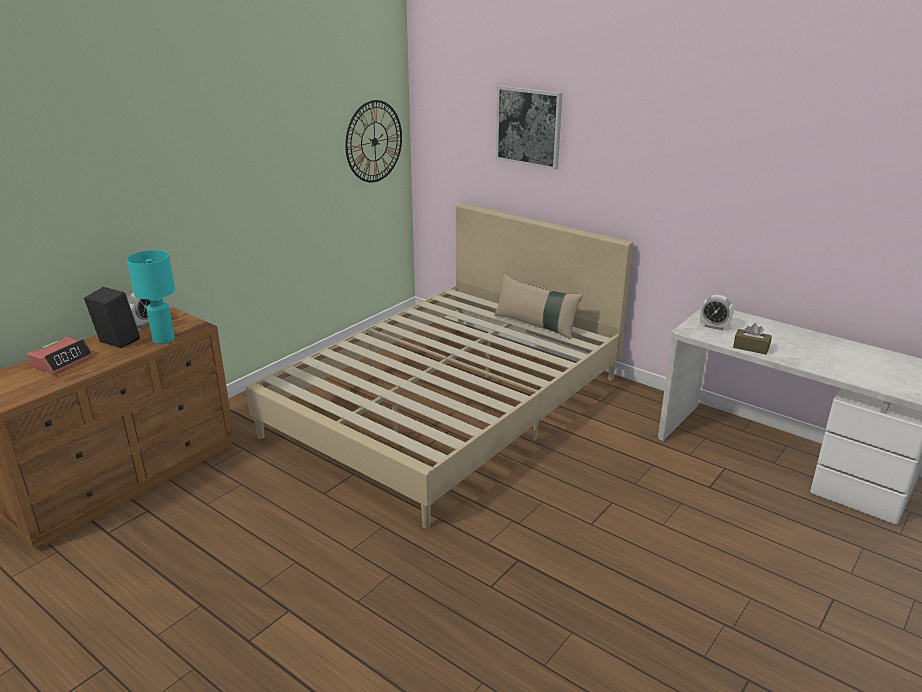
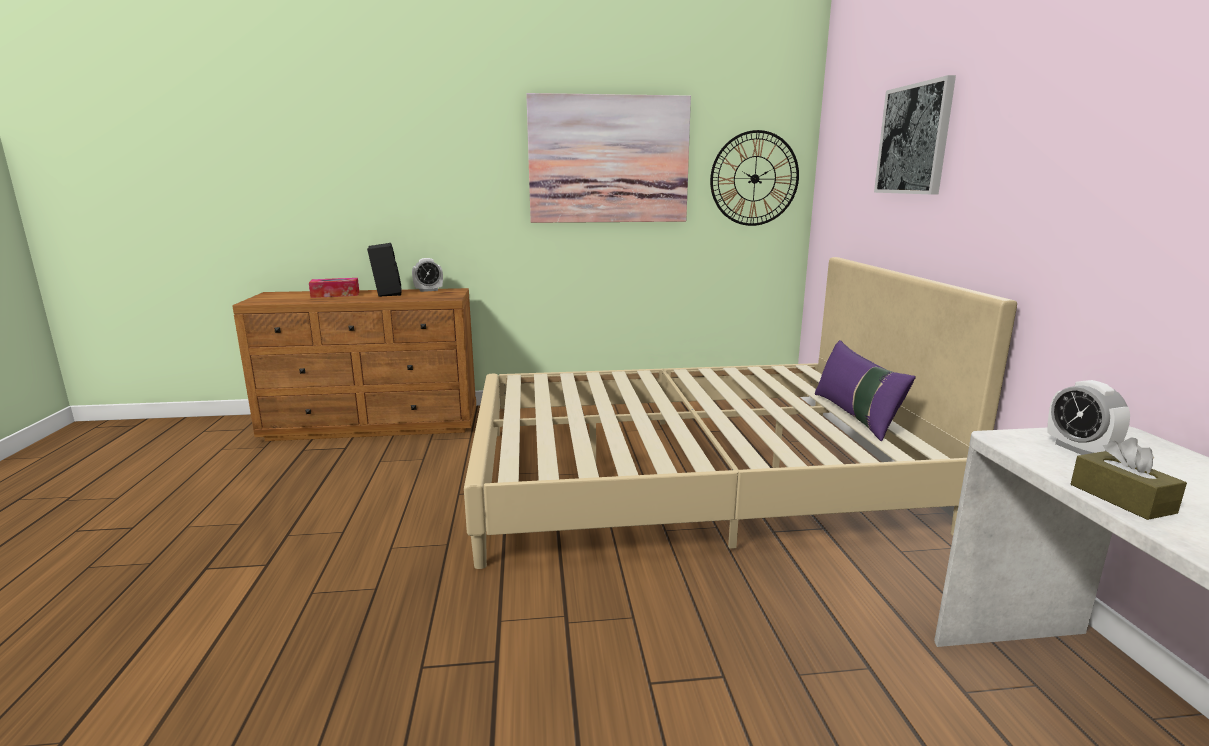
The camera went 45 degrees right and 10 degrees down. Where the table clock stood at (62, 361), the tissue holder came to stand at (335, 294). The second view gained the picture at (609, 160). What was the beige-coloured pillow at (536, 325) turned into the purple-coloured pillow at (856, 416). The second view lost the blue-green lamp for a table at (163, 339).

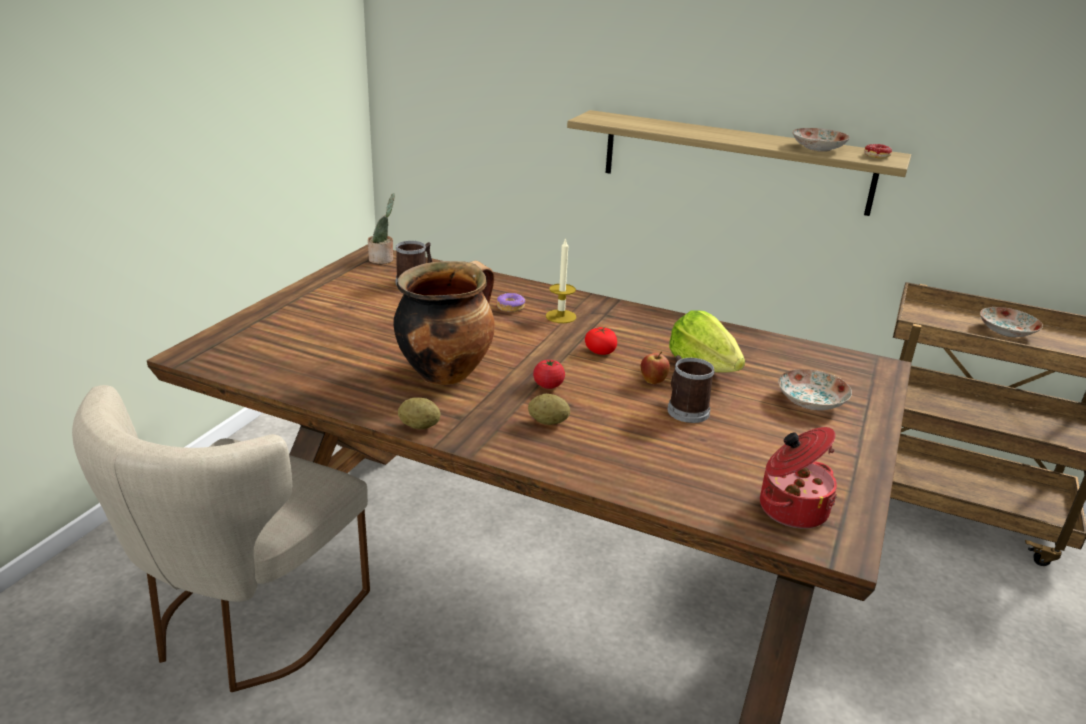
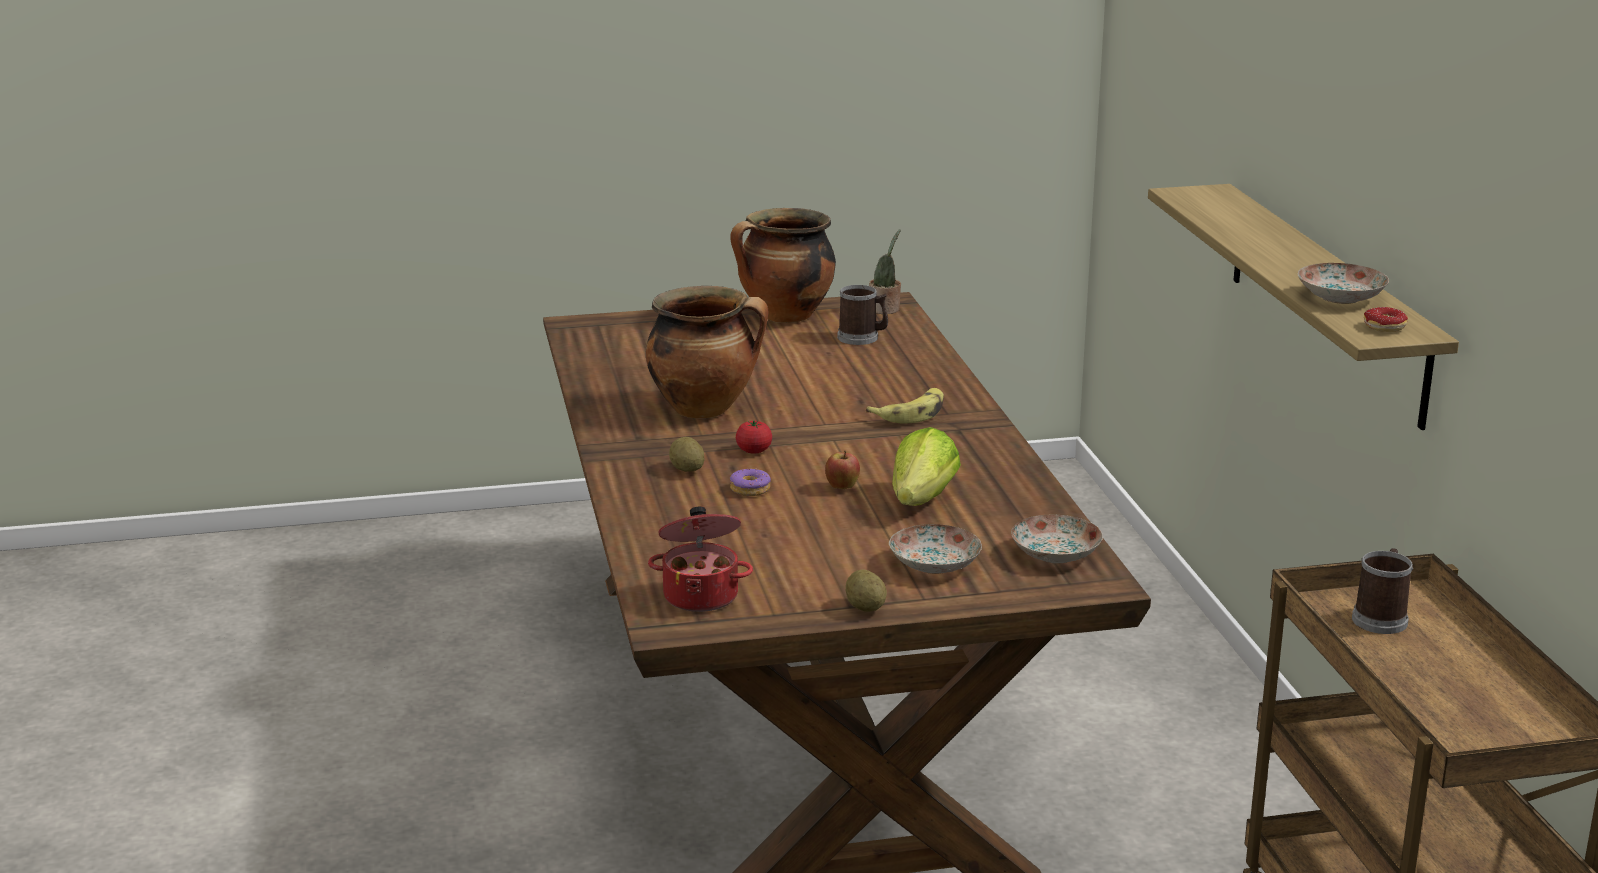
The camera went 55 degrees right and 5 degrees down. The second view gained the stockpot at (785, 317). The ring doughnut ended up elsewhere, having gone from (510, 307) to (750, 489). The spud ended up elsewhere, having gone from (419, 426) to (865, 607). Where the wax candle stood at (561, 316), the banana came to stand at (911, 413). The plate ended up elsewhere, having gone from (1005, 331) to (1055, 554). The mug ended up elsewhere, having gone from (685, 409) to (1381, 618). The second view lost the beige-coloured plain chair at (247, 625). The second view lost the fresh tomato at (600, 351).

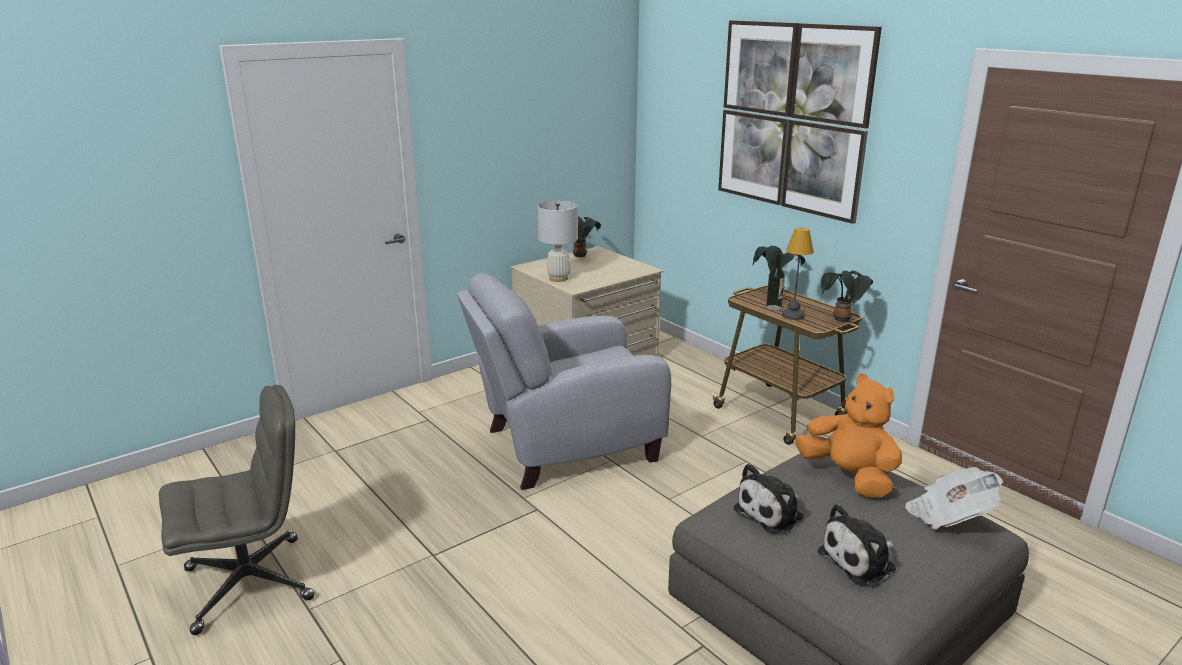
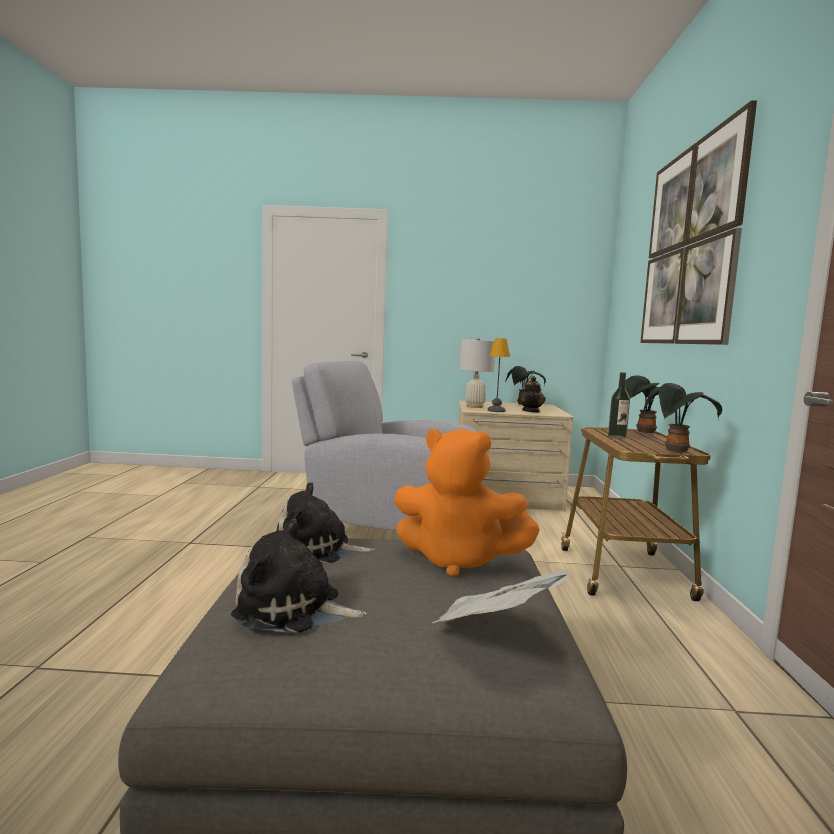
The camera went 40 degrees right and 15 degrees down. The orange cuddly toy at (848, 477) ended up facing another way, 105 degrees clockwise from before. The lamp for a table ended up elsewhere, having gone from (792, 315) to (496, 410). The second view gained the tea pot at (531, 411). The second view lost the grey desk chair at (251, 583).

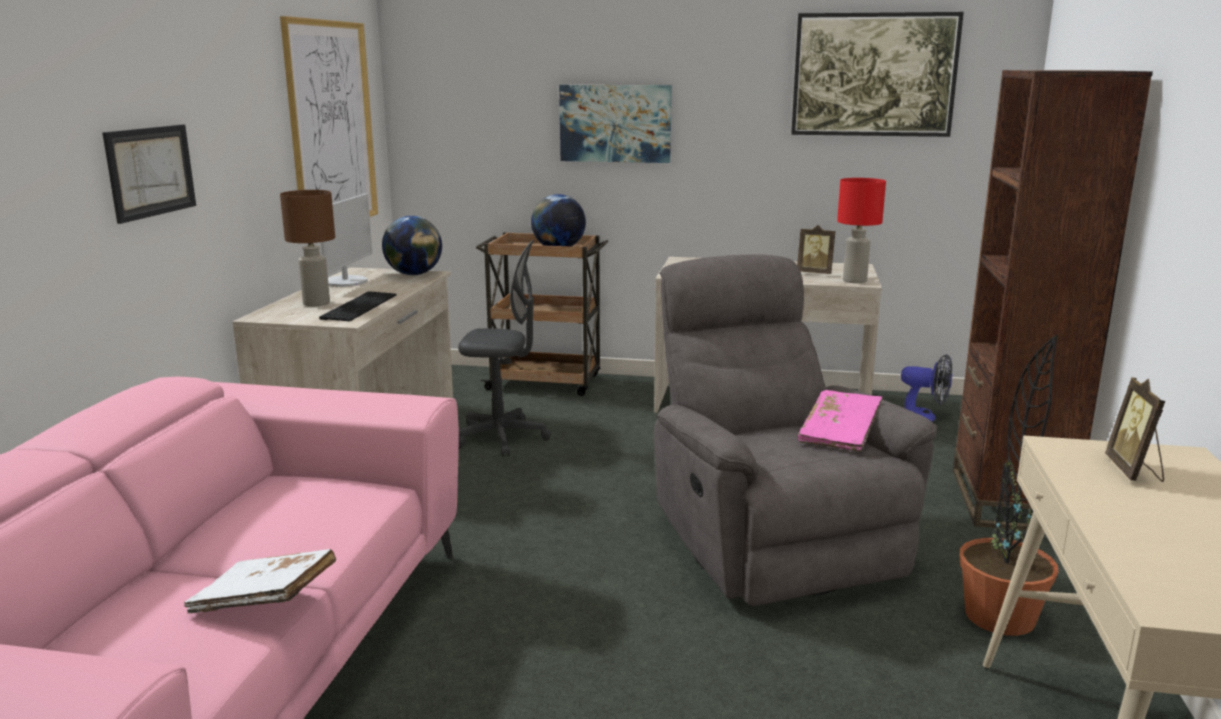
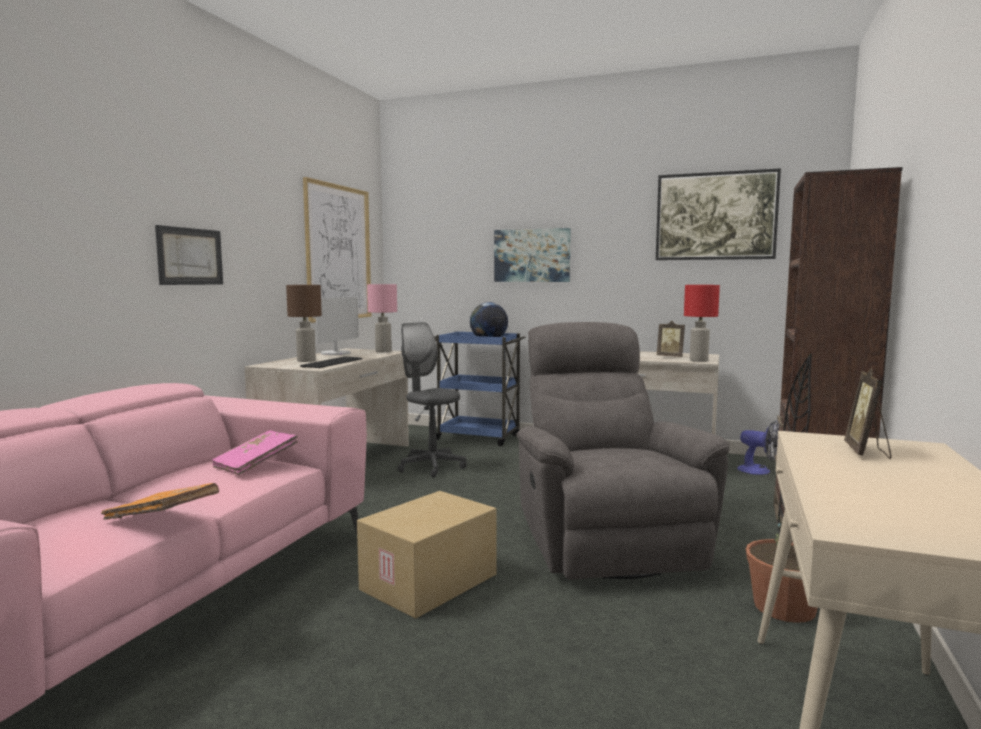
The camera went 10 degrees right and 10 degrees down. What was the white-coloured book at (265, 601) turned into the orange book at (162, 518). The pinkish book ended up elsewhere, having gone from (840, 435) to (256, 464). The second view gained the packing box at (430, 583). Where the globe stood at (414, 274), the pinkish lamp for a table came to stand at (383, 351). The grey desk chair at (501, 438) ended up facing another way, 150 degrees counterclockwise from before. What was the brownish cart at (546, 382) turned into the blue-coloured cart at (479, 437).

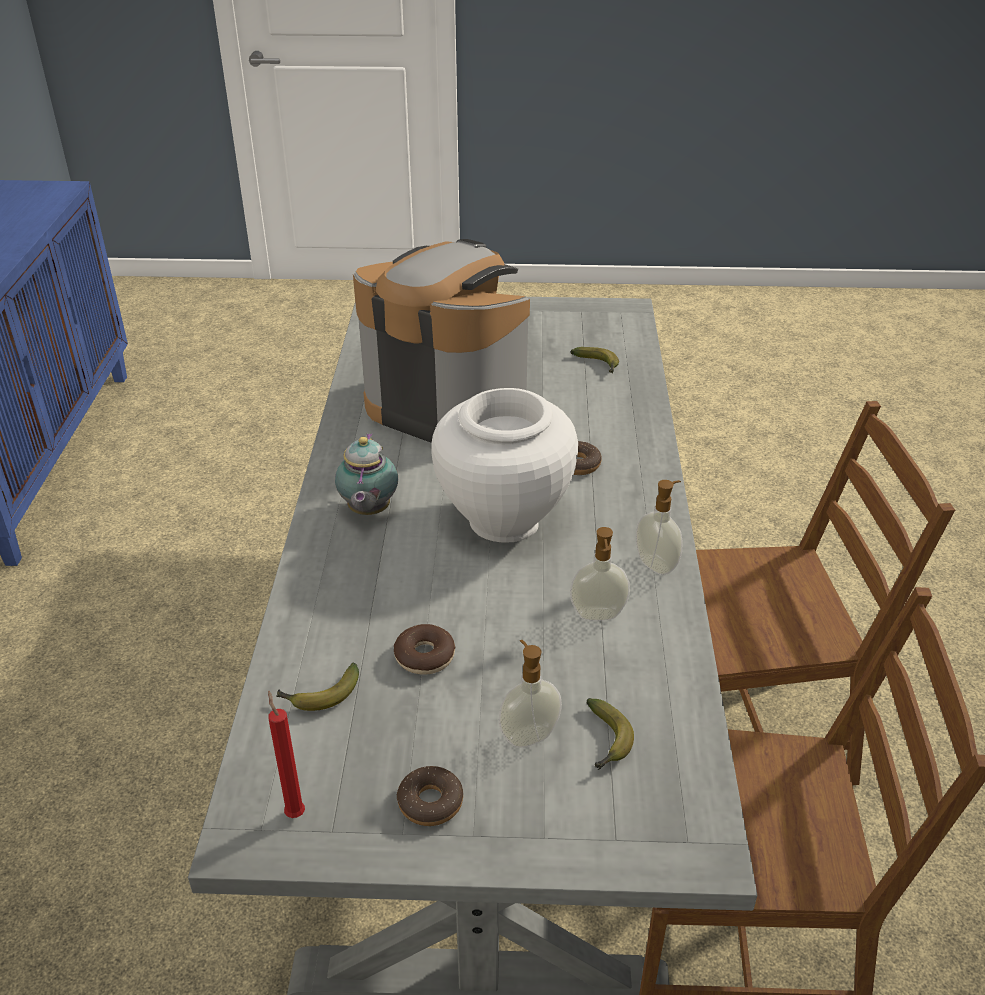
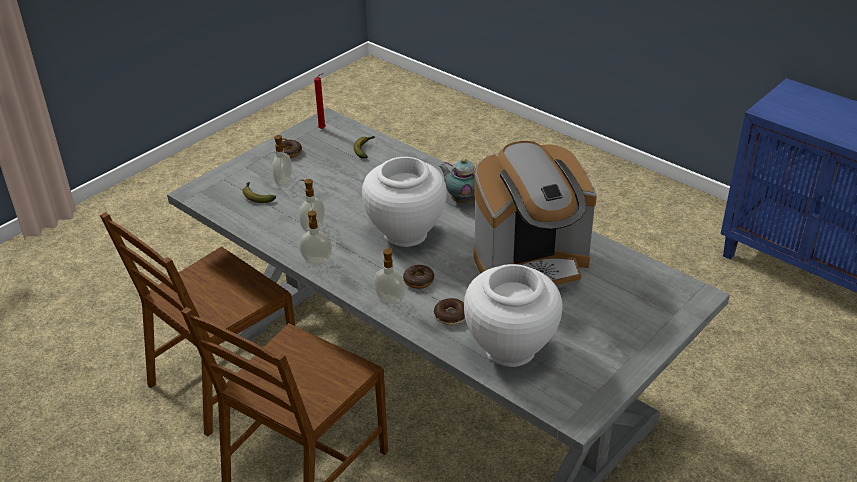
The camera went 130 degrees right and 0 degrees up. The second view gained the soap dispenser at (390, 299). The ring doughnut ended up elsewhere, having gone from (424, 656) to (451, 316). Where the banana stood at (598, 365), the white-coloured decorative vase came to stand at (510, 350).

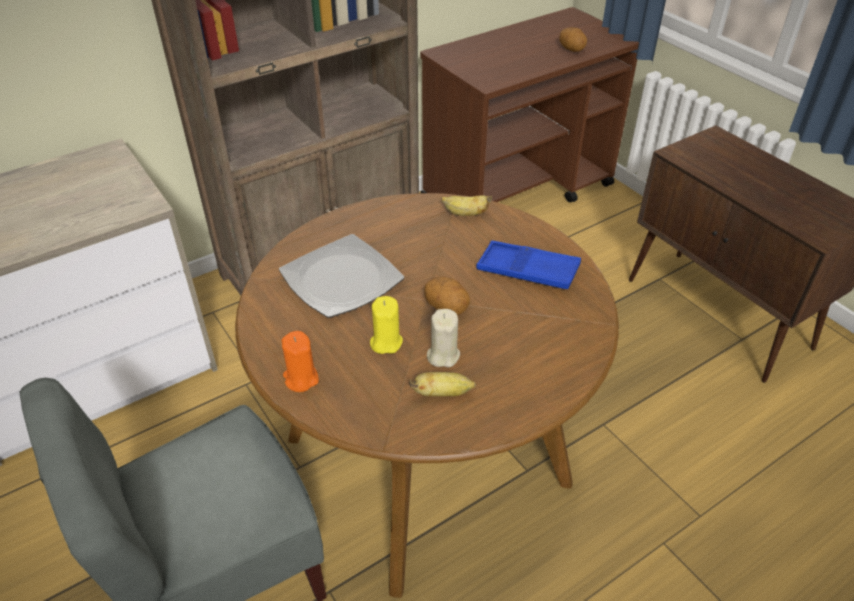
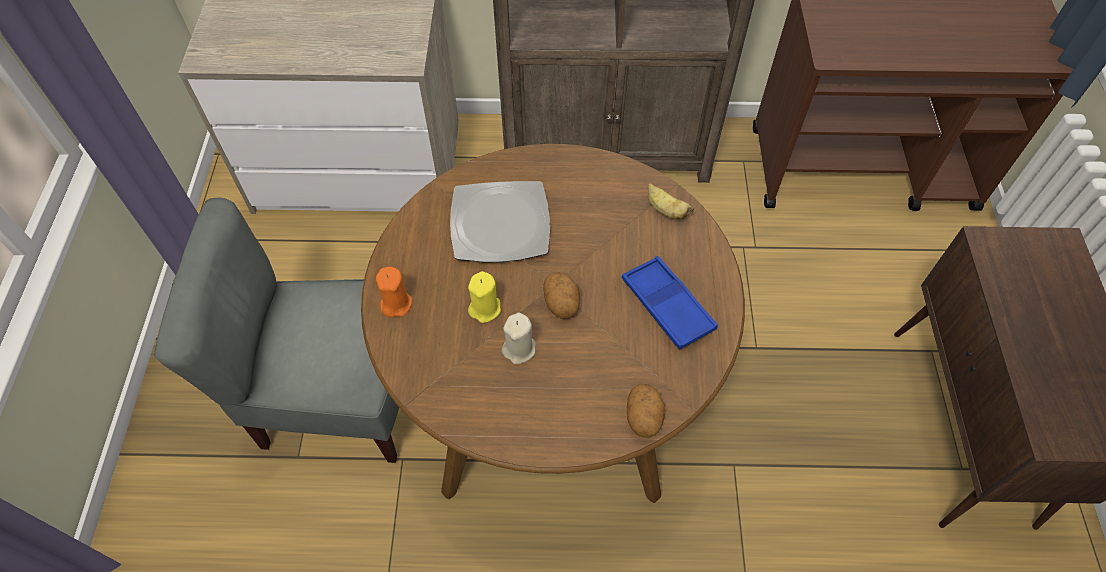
The camera went 35 degrees right and 15 degrees up. The spud ended up elsewhere, having gone from (571, 49) to (644, 418). The second view lost the banana at (442, 393).

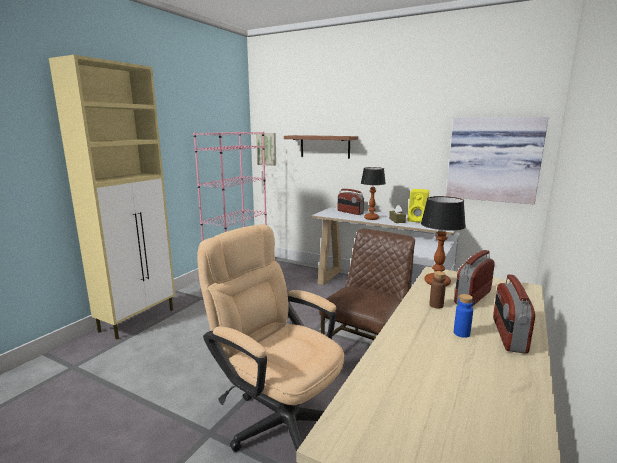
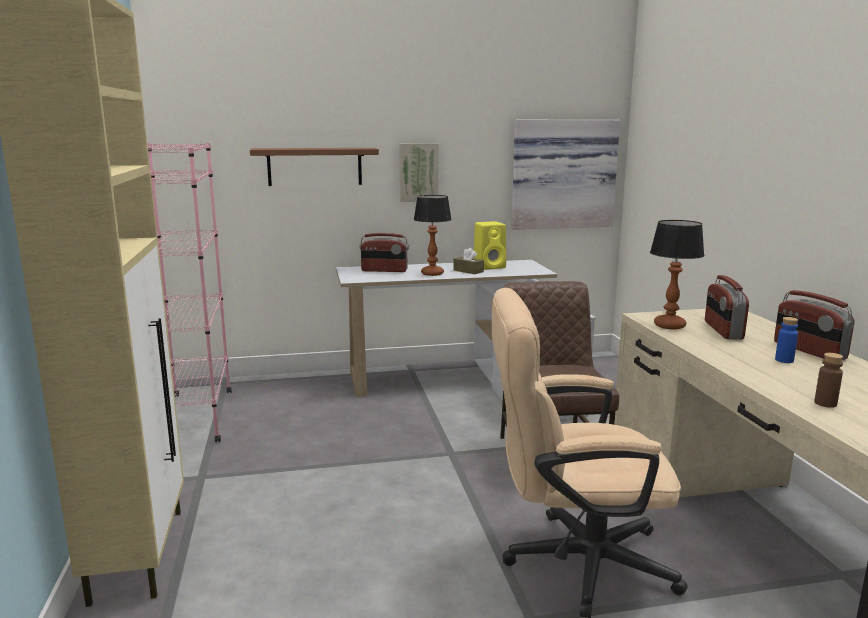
The camera went 40 degrees left and 0 degrees up. The picture ended up elsewhere, having gone from (267, 149) to (418, 172). The brownish drink bottle ended up elsewhere, having gone from (436, 305) to (825, 403).

